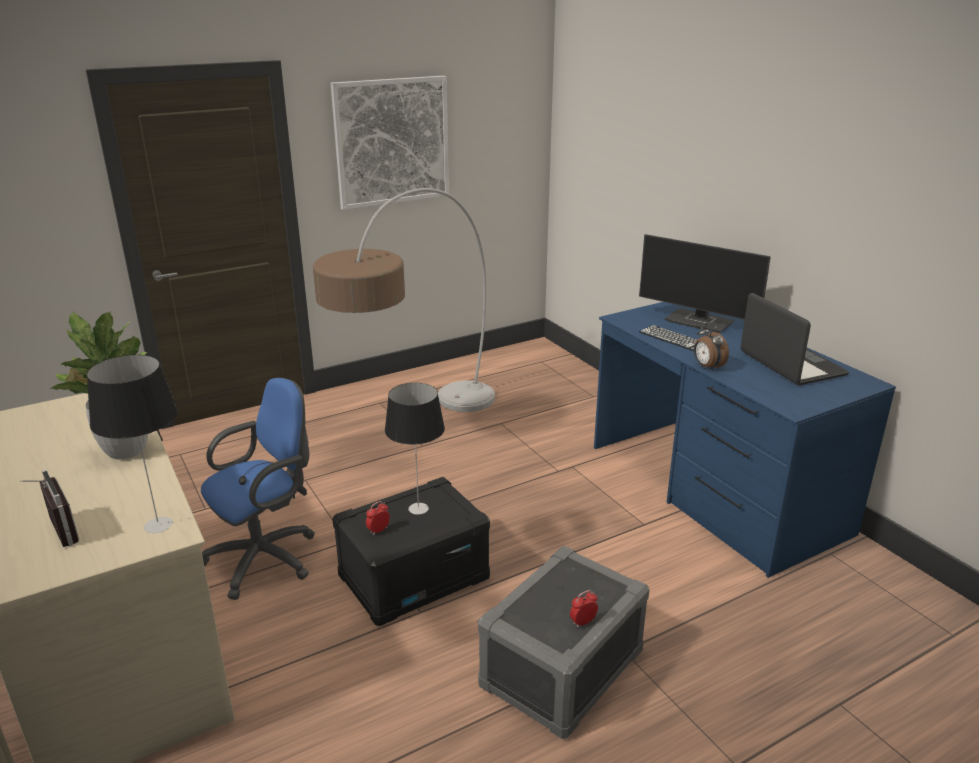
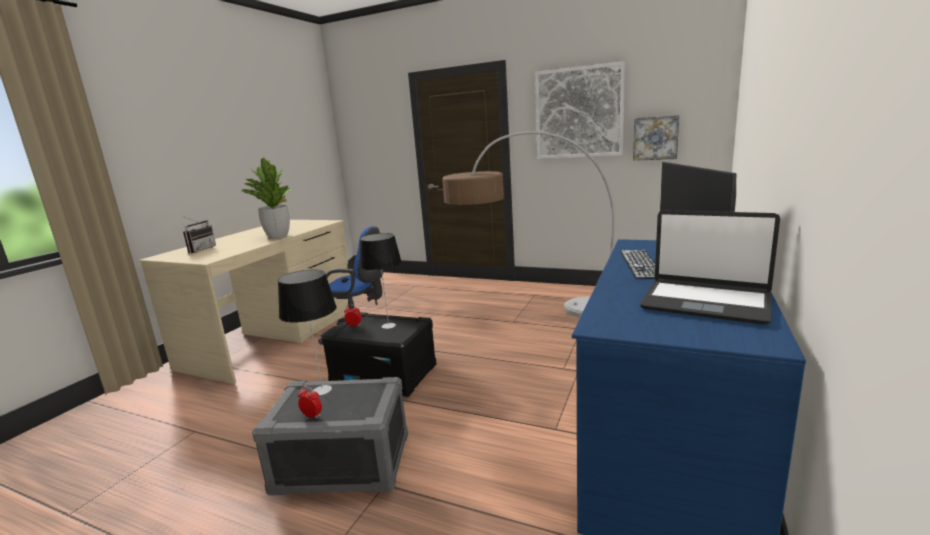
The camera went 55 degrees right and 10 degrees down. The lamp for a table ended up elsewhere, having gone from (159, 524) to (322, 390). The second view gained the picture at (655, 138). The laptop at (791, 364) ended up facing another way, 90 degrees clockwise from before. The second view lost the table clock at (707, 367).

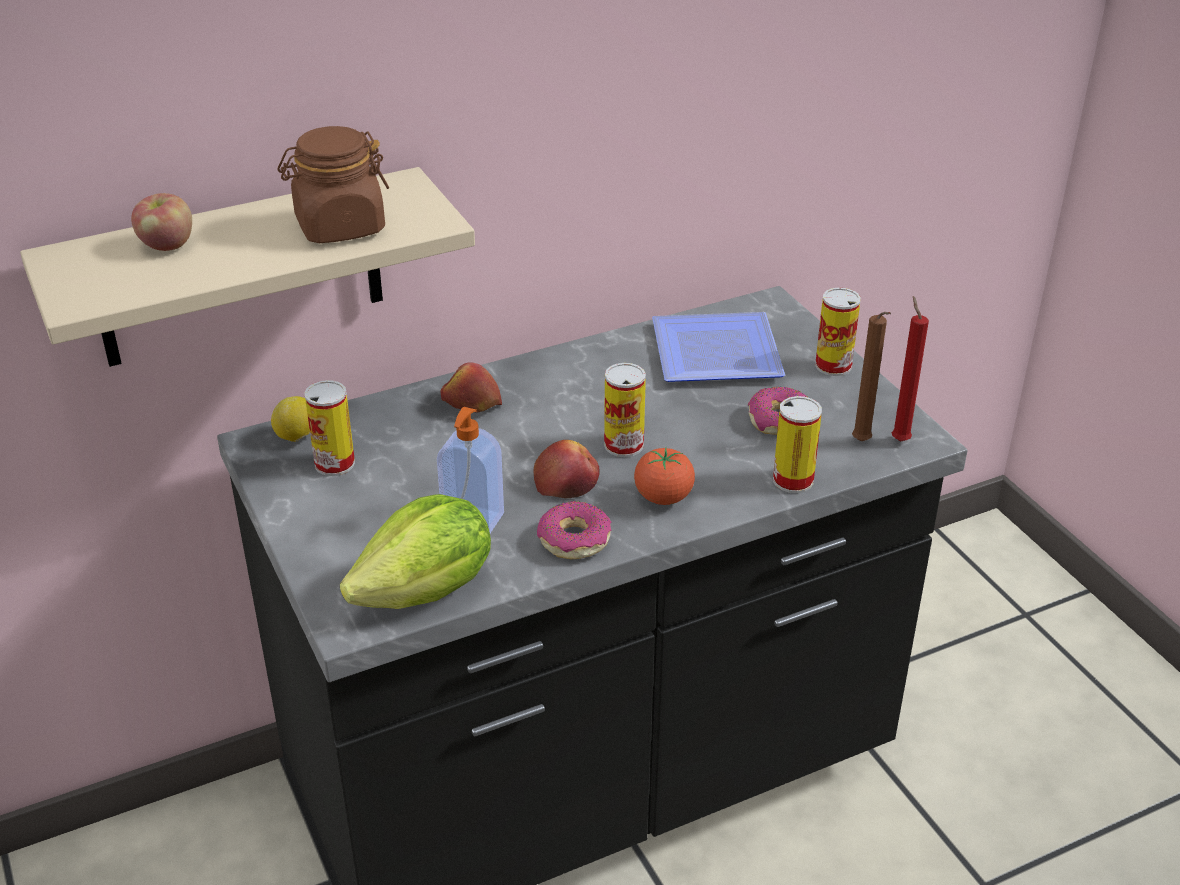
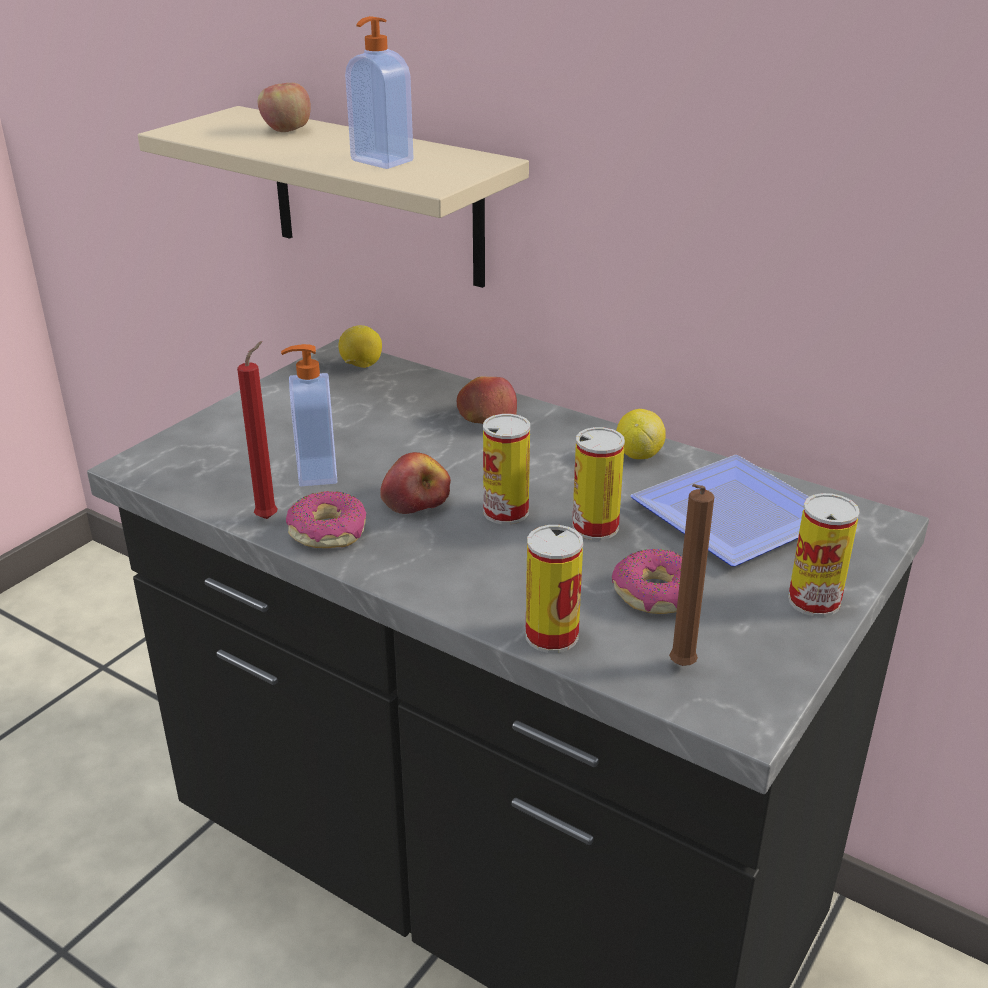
The camera went 60 degrees right and 5 degrees down. The reddish wax candle ended up elsewhere, having gone from (899, 439) to (270, 517). Where the brownish jar stood at (339, 226), the soap dispenser came to stand at (380, 161). The can ended up elsewhere, having gone from (334, 463) to (595, 527). The second view gained the whole lemon at (638, 455). The second view lost the lettuce head at (427, 592). The second view lost the fresh tomato at (663, 498).

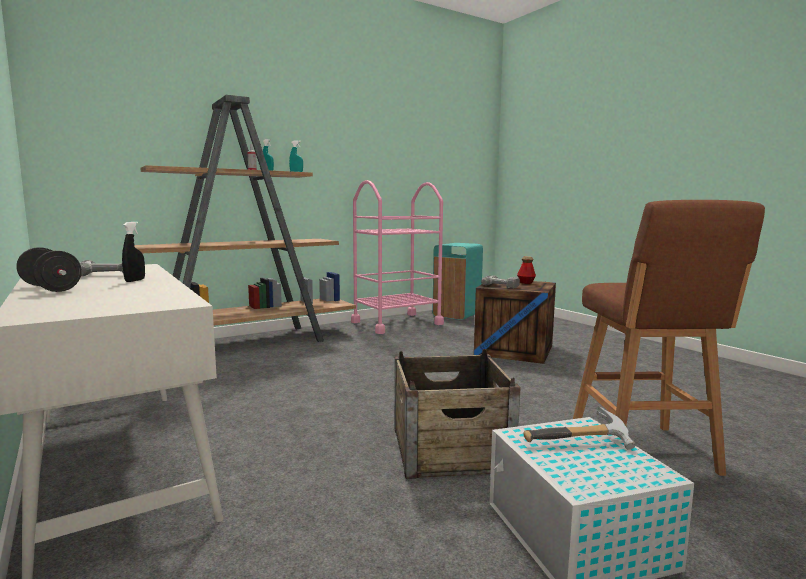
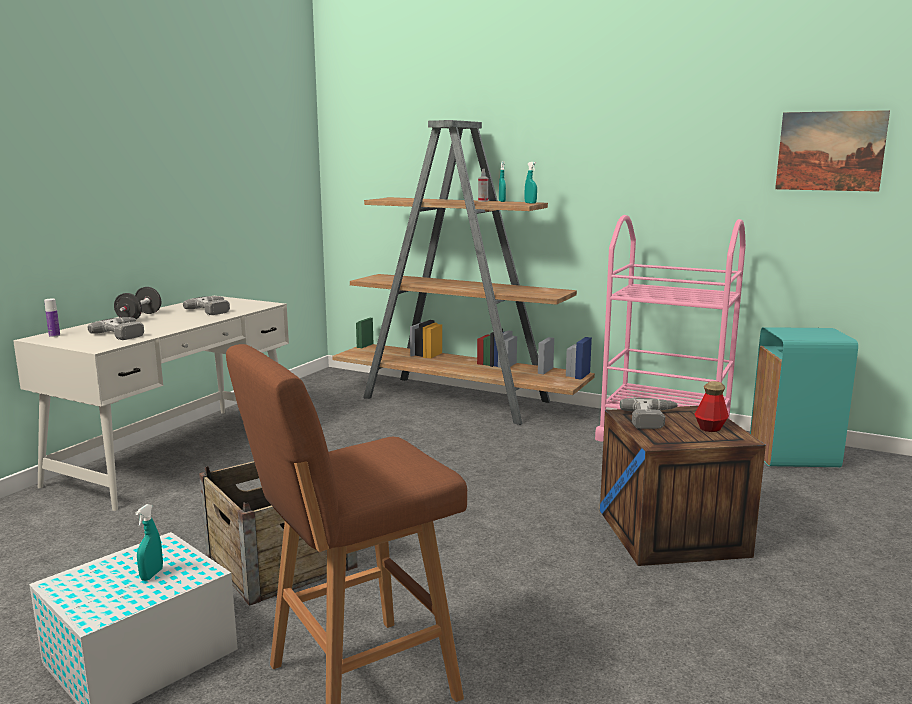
The camera went 60 degrees right and 5 degrees up. The second view gained the drink bottle at (54, 335). The second view gained the electric drill at (125, 333). Where the hammer stood at (581, 444), the blue-green hand sprayer came to stand at (151, 575). The second view gained the picture at (830, 151). The second view lost the blackish hand sprayer at (135, 280).

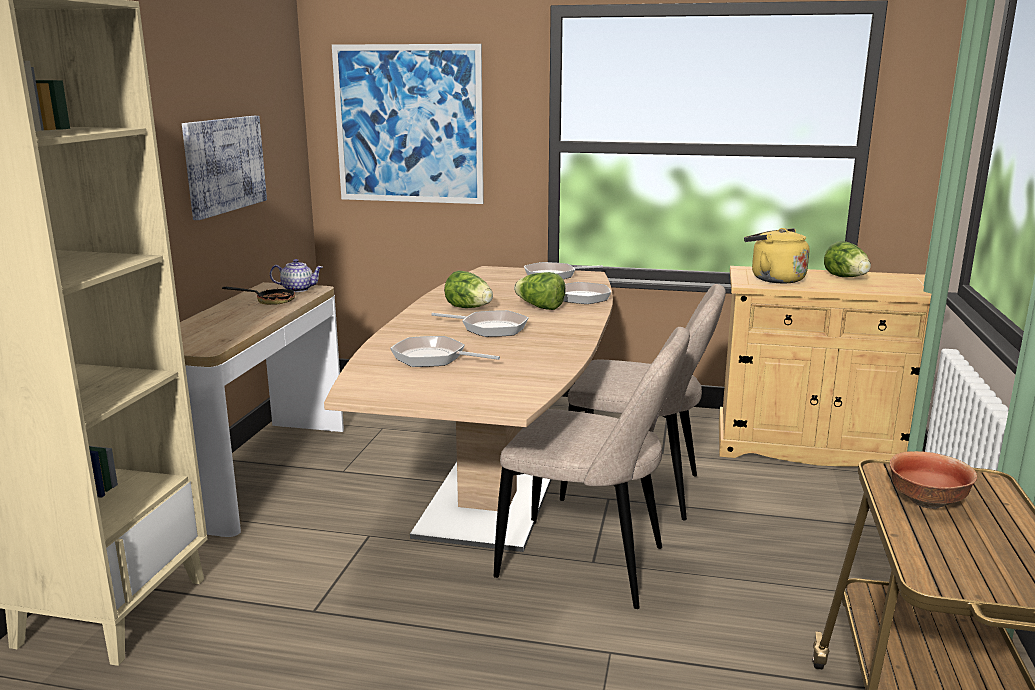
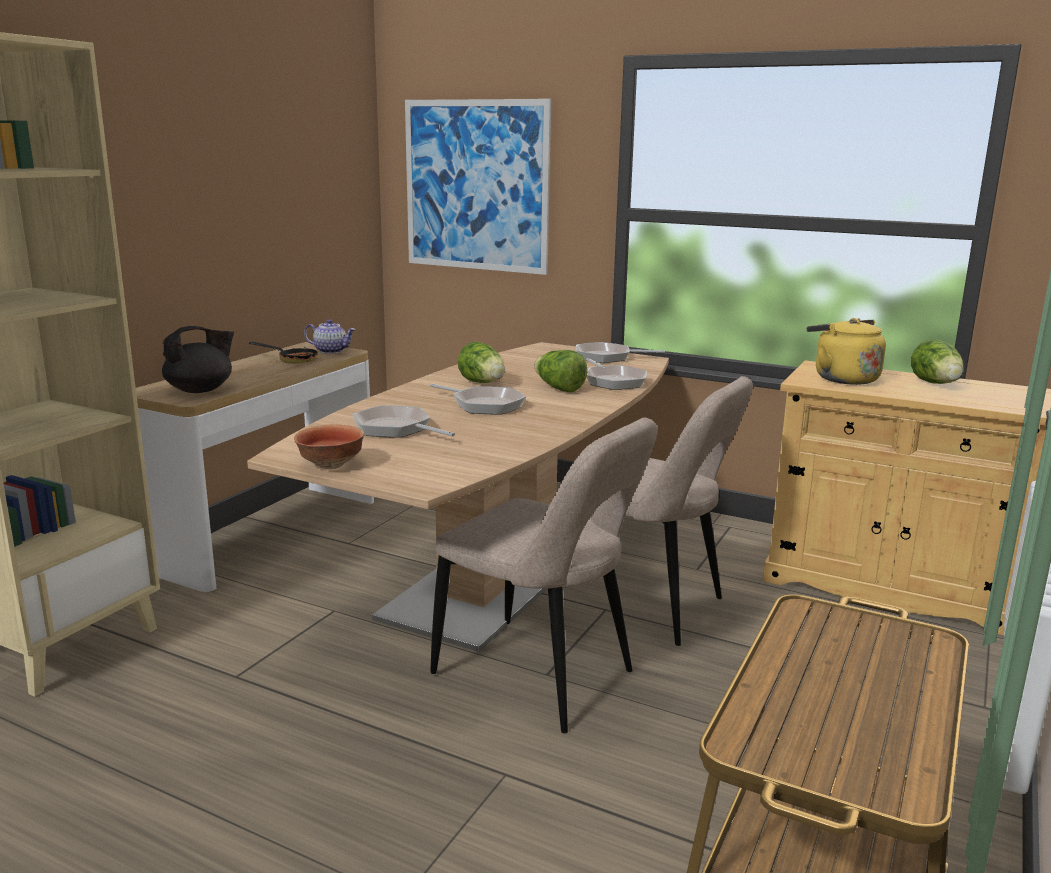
The camera went 15 degrees right and 0 degrees up. The second view gained the blackish tea pot at (201, 390). The bowl ended up elsewhere, having gone from (928, 503) to (331, 465). The second view lost the picture at (224, 165).

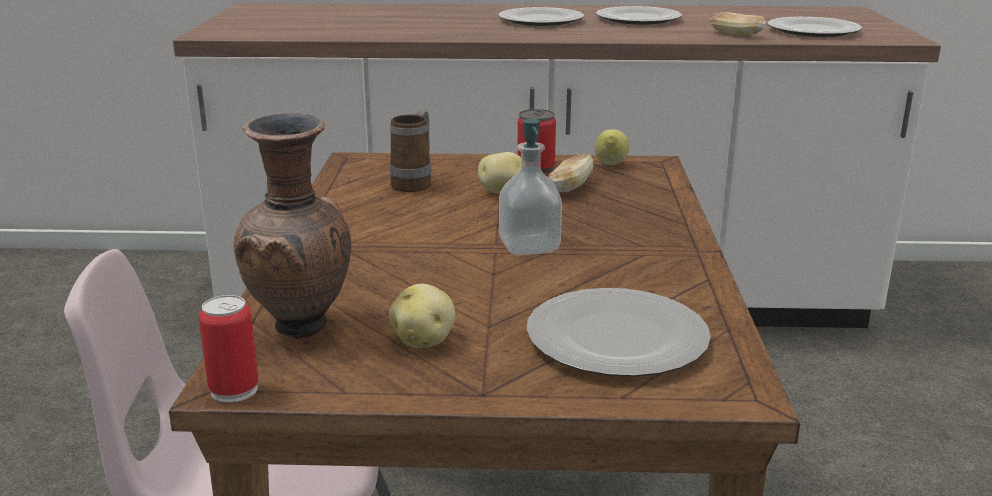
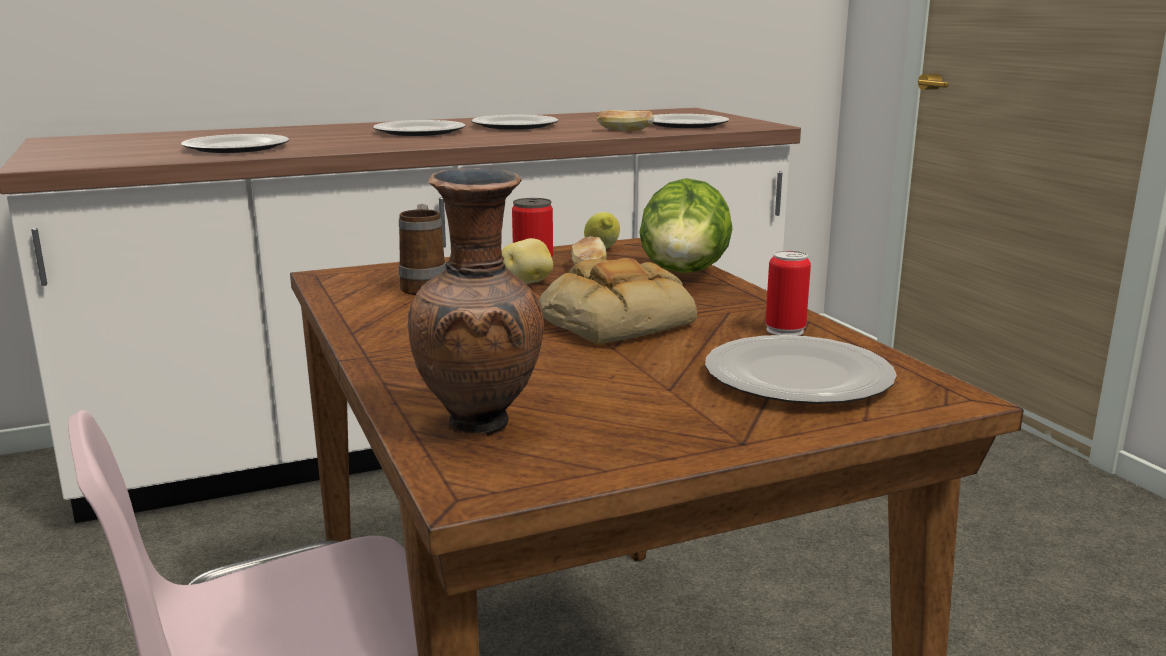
The camera went 25 degrees left and 5 degrees down. The second view gained the plate at (236, 148). Where the soap dispenser stood at (529, 246), the bakery bread came to stand at (616, 321). The second view gained the lettuce head at (684, 275). The can ended up elsewhere, having gone from (234, 390) to (785, 330). The second view lost the spud at (424, 340).

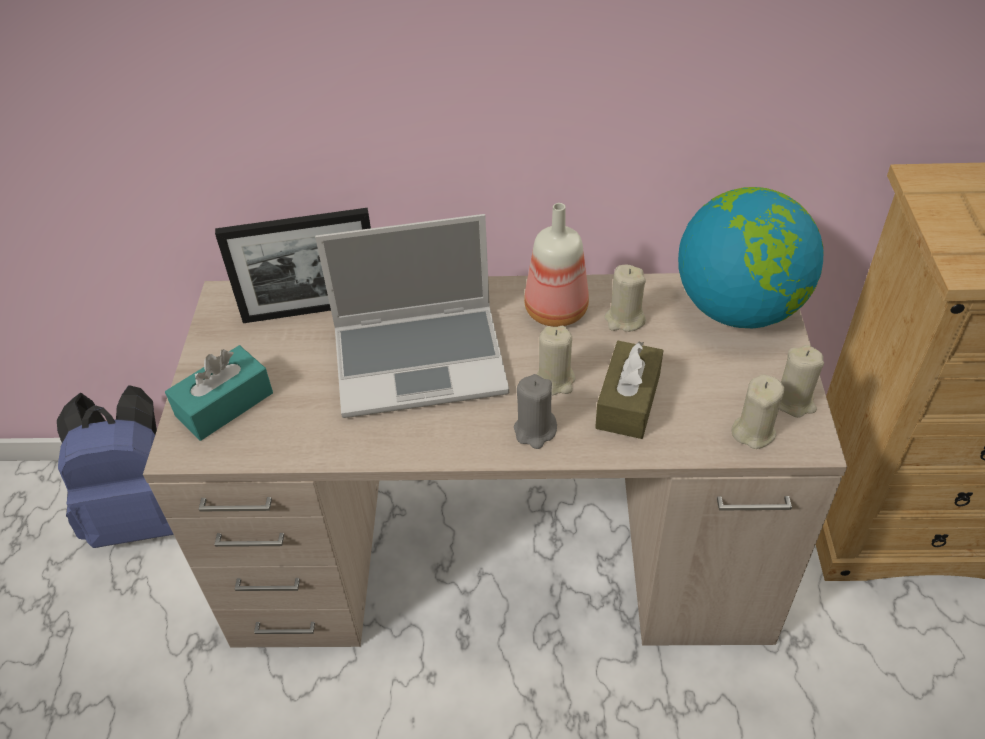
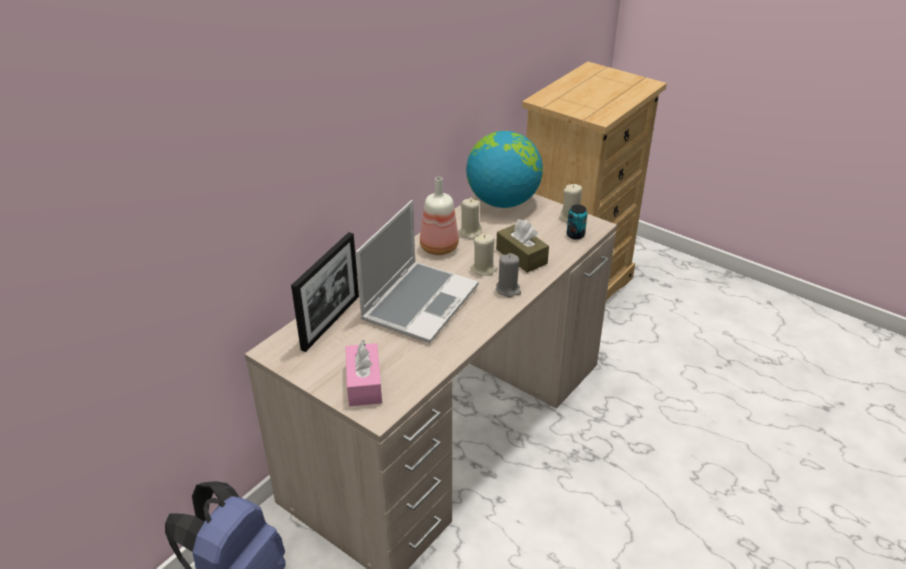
The camera went 55 degrees left and 10 degrees down. What was the blue-green tissue holder at (224, 404) turned into the pinkish tissue holder at (364, 383). Where the beige-coloured wax candle stood at (753, 431), the can came to stand at (575, 235).

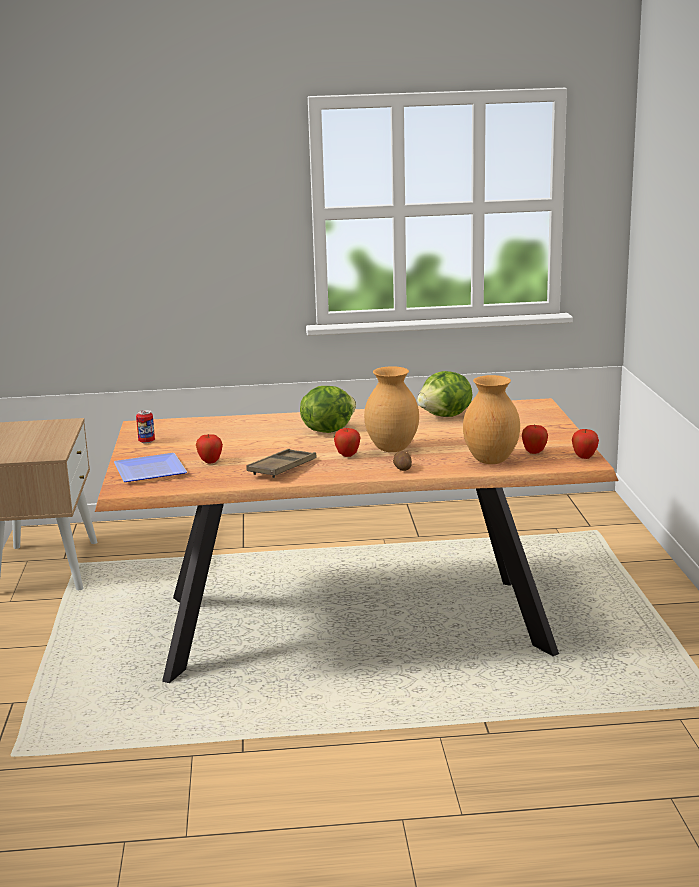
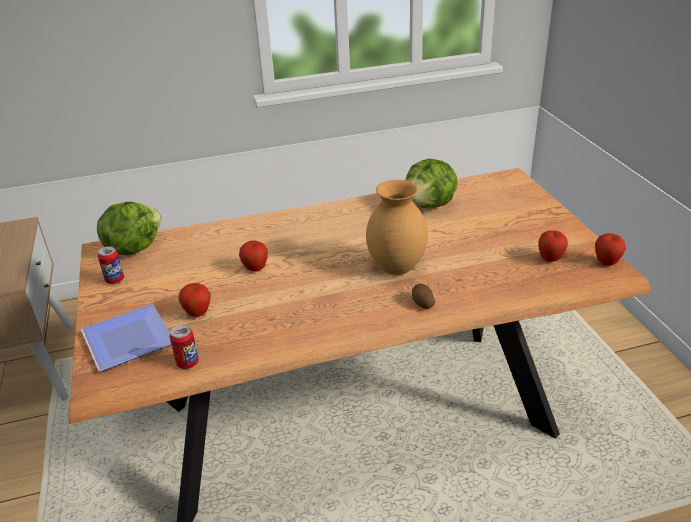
The camera went 10 degrees left and 15 degrees up. The lettuce head ended up elsewhere, having gone from (327, 430) to (133, 248). The second view gained the can at (187, 363). The apple fruit ended up elsewhere, having gone from (347, 455) to (255, 269). The second view lost the brownish tray at (282, 468). The second view lost the brownish decorative vase at (490, 460).

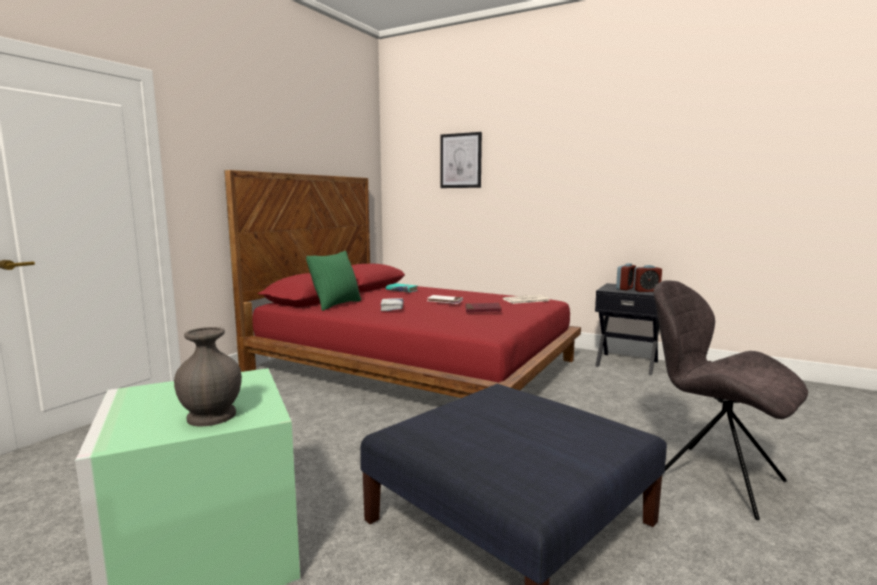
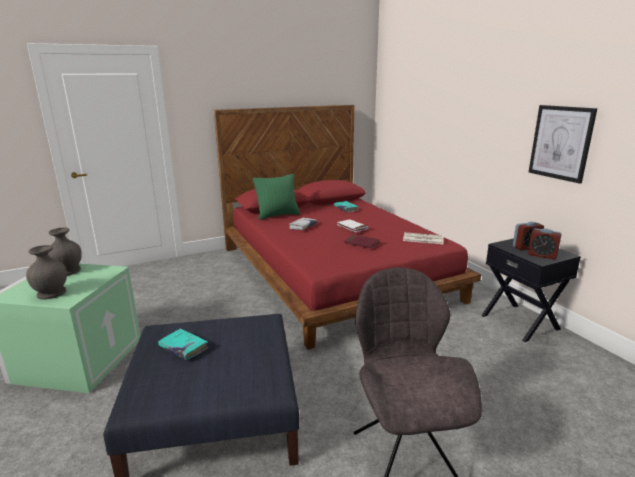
The camera went 35 degrees right and 10 degrees up. The second view gained the grey decorative vase at (68, 271). The second view gained the blue-green book at (183, 348). The picture ended up elsewhere, having gone from (461, 160) to (561, 143).

